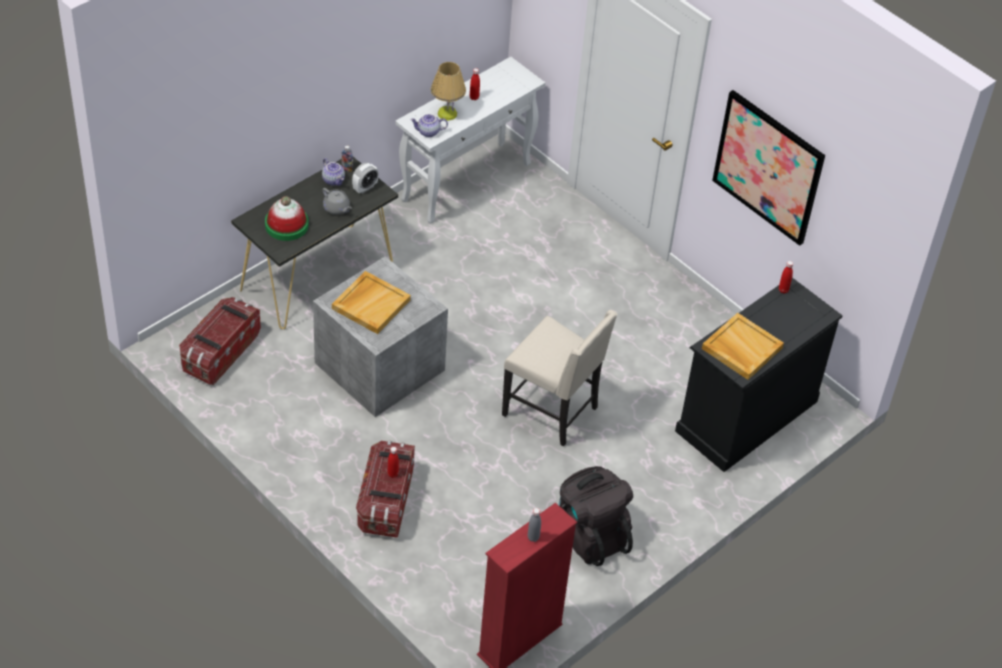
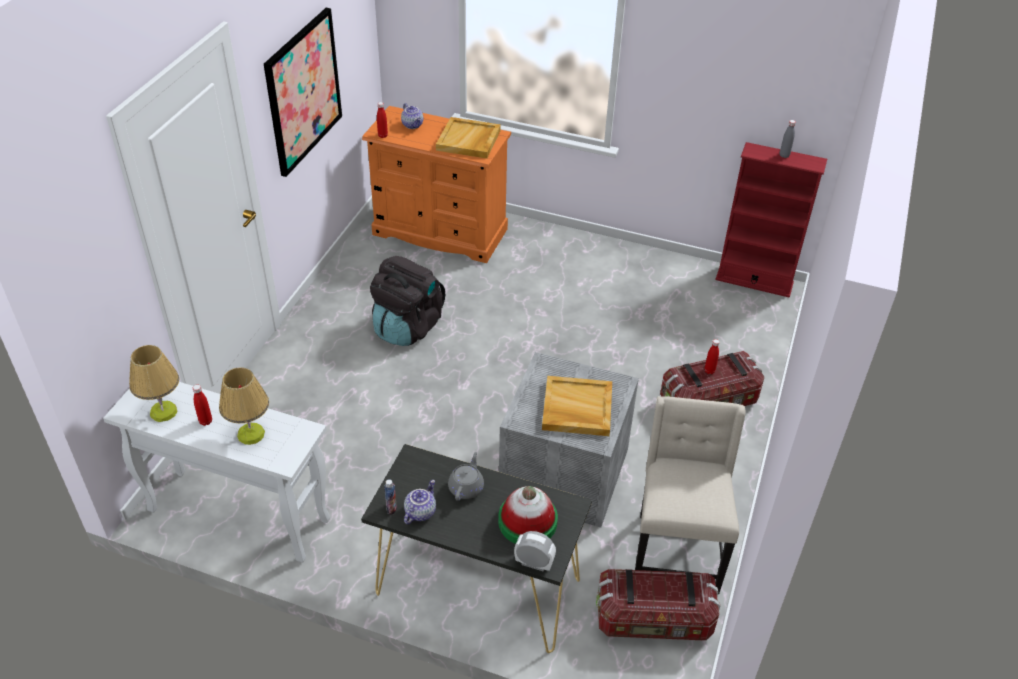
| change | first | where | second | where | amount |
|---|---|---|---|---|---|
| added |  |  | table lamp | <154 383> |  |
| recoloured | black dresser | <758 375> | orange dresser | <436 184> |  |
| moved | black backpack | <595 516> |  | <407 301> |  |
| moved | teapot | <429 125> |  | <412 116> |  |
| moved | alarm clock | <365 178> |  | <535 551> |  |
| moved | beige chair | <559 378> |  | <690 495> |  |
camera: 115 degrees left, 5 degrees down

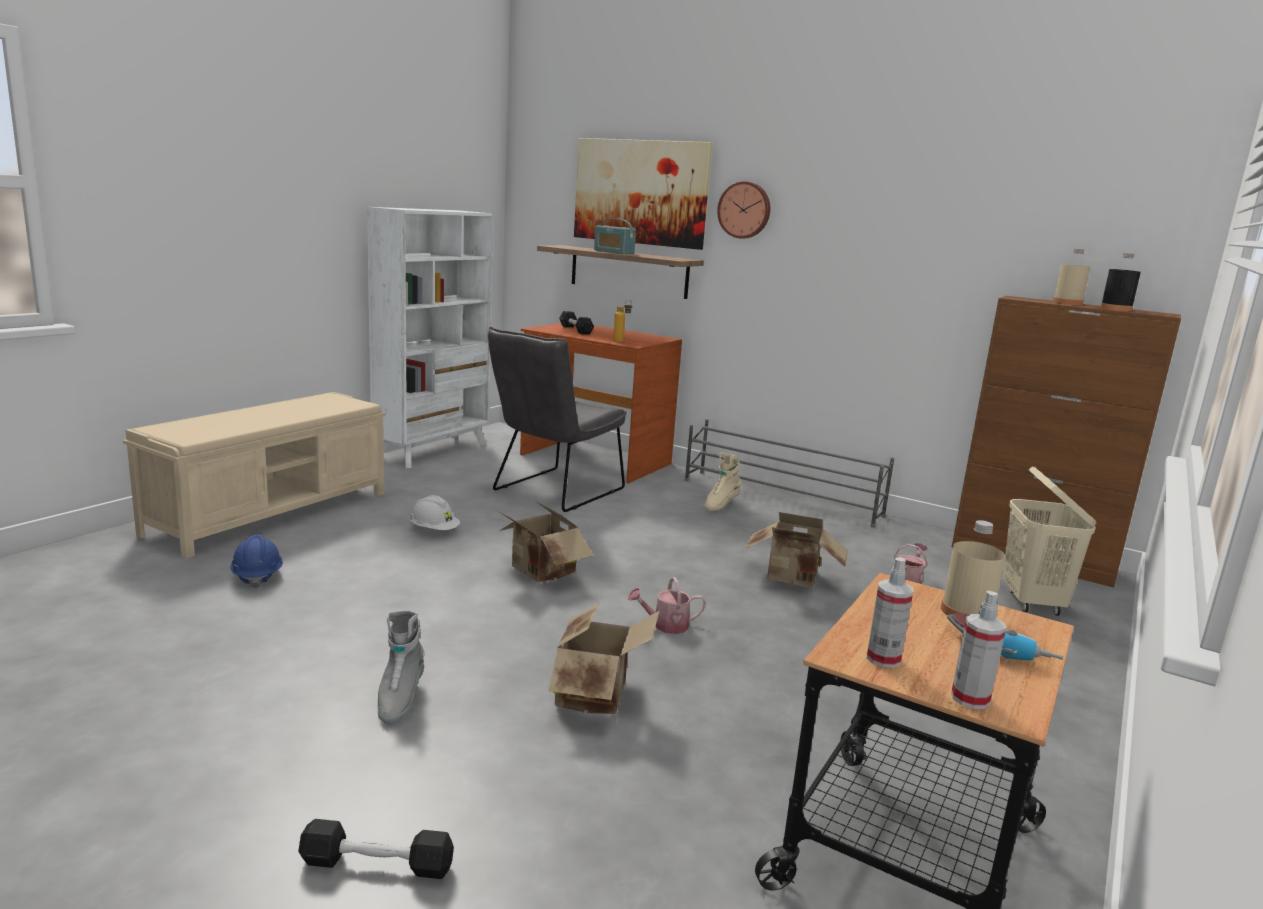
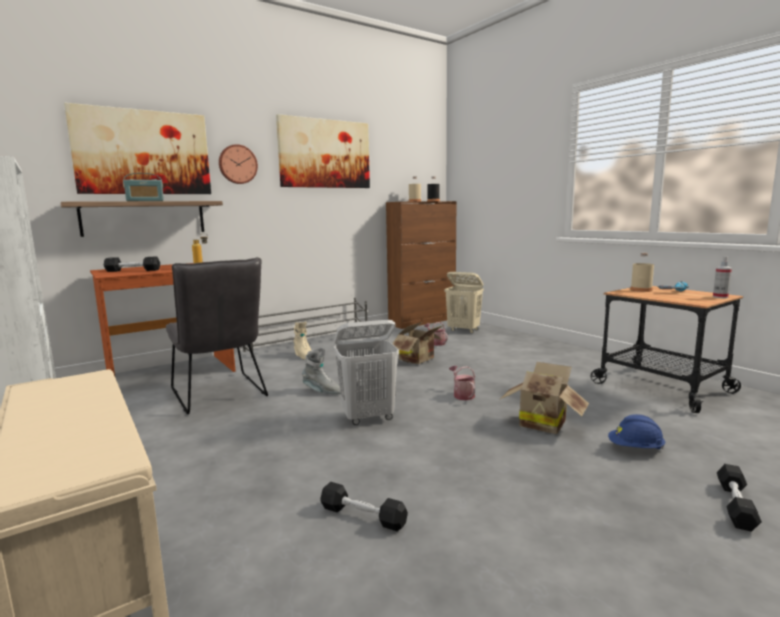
| change | first | where | second | where | amount |
|---|---|---|---|---|---|
| added |  |  | picture | <323 151> |  |
| moved | grey boot | <401 667> |  | <321 371> |  |
| added |  |  | black dumbbell | <364 506> |  |
| replaced | cardboard box | <544 542> | white laundry basket | <366 372> |  |
| turned | watering can | <667 605> |  | <462 383> | 150 degrees clockwise |
| moved | blue hard hat | <257 562> |  | <636 431> |  |
| removed | white hard hat | <434 512> |  |  |  |
| removed | spray bottle | <890 612> |  |  |  |
camera: 65 degrees left, 5 degrees down

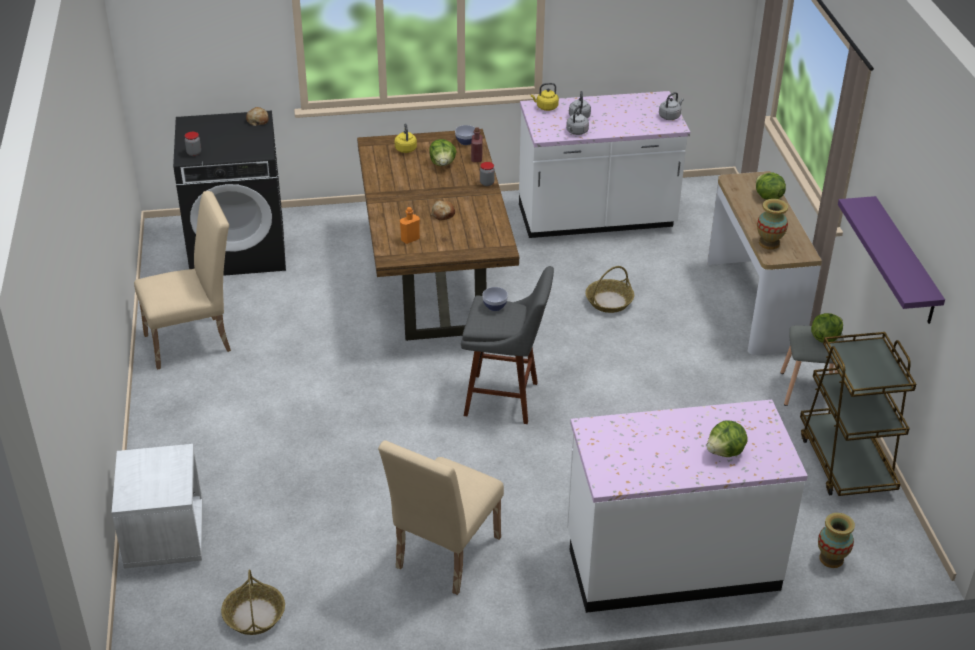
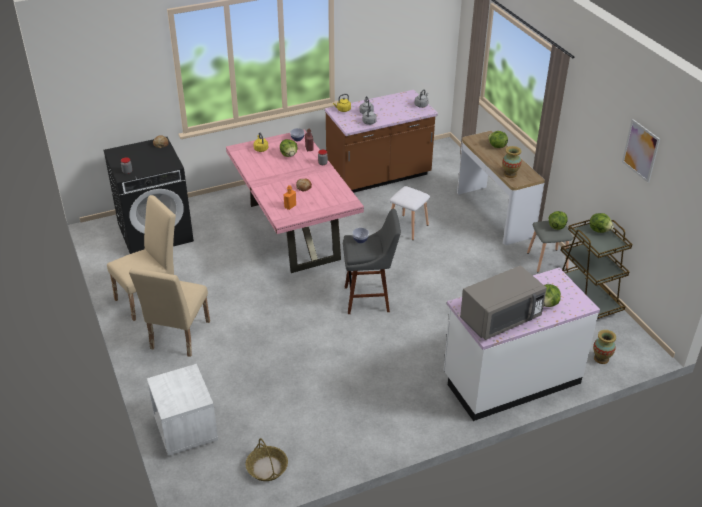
| change | first | where | second | where | amount |
|---|---|---|---|---|---|
| moved | beige chair | <441 518> |  | <169 312> |  |
| recoloured | brown dining table | <438 235> | pink dining table | <295 201> |  |
| recoloured | white counter | <604 164> | brown counter | <381 141> |  |
| replaced | basket | <609 289> | white stool | <409 213> |  |
| added |  |  | grey microwave | <503 303> |  |
| added |  |  | lettuce | <601 223> |  |
| added |  |  | picture | <641 151> |  |
| removed | purple shelf | <891 260> |  |  |  |
camera: 15 degrees left, 0 degrees up

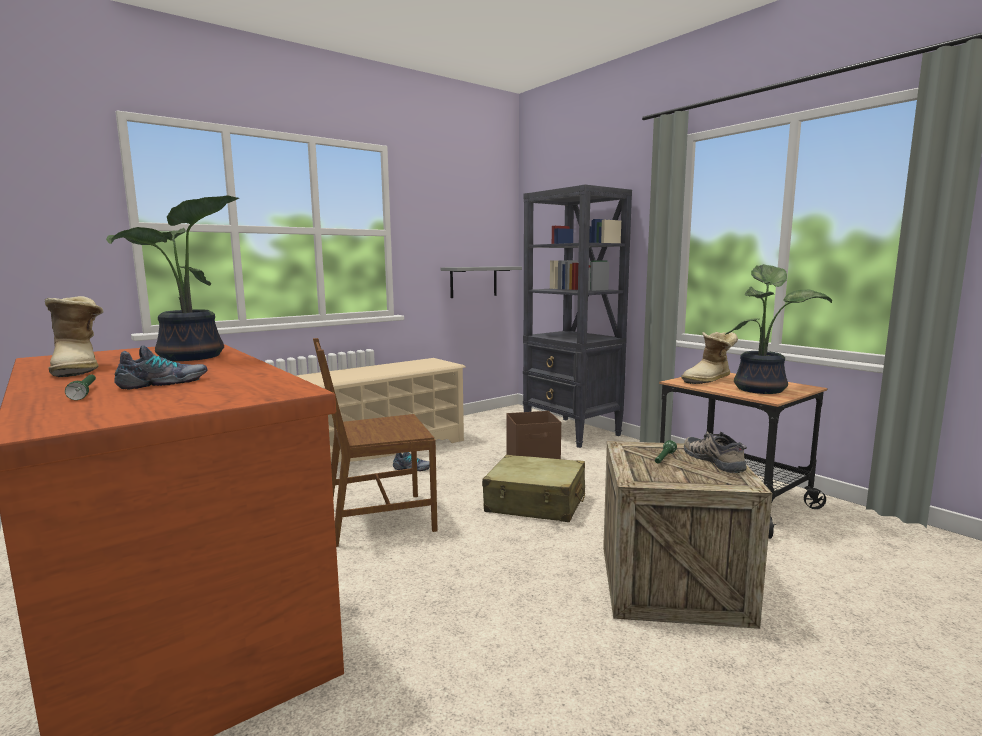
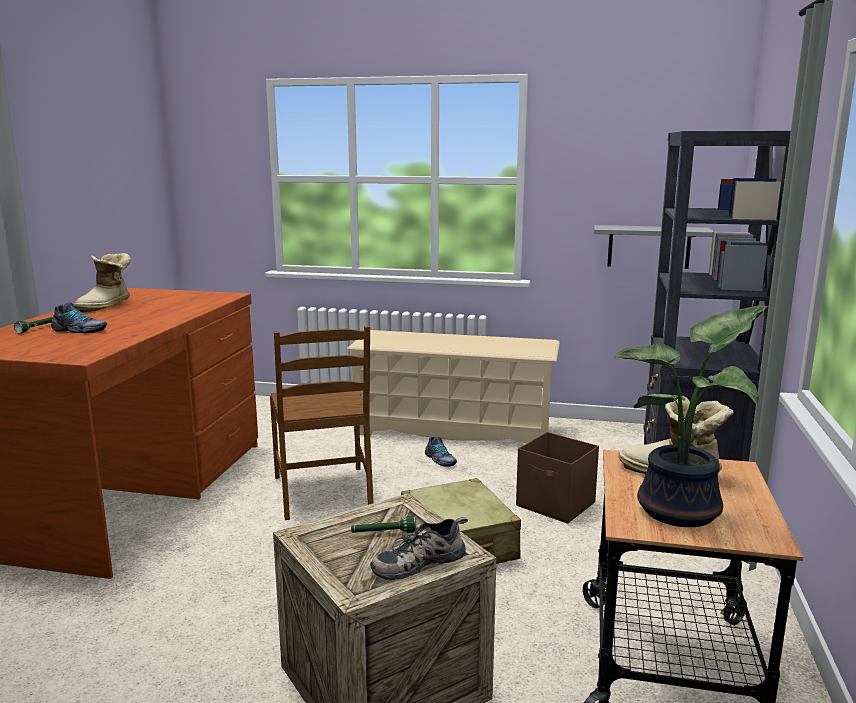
| change | first | where | second | where | amount |
|---|---|---|---|---|---|
| turned | brown chair | <375 442> |  | <322 423> | 135 degrees counterclockwise |
| turned | shoe | <715 452> |  | <419 548> | 150 degrees counterclockwise |
| removed | potted plant | <172 278> |  |  |  |
camera: 50 degrees right, 5 degrees up

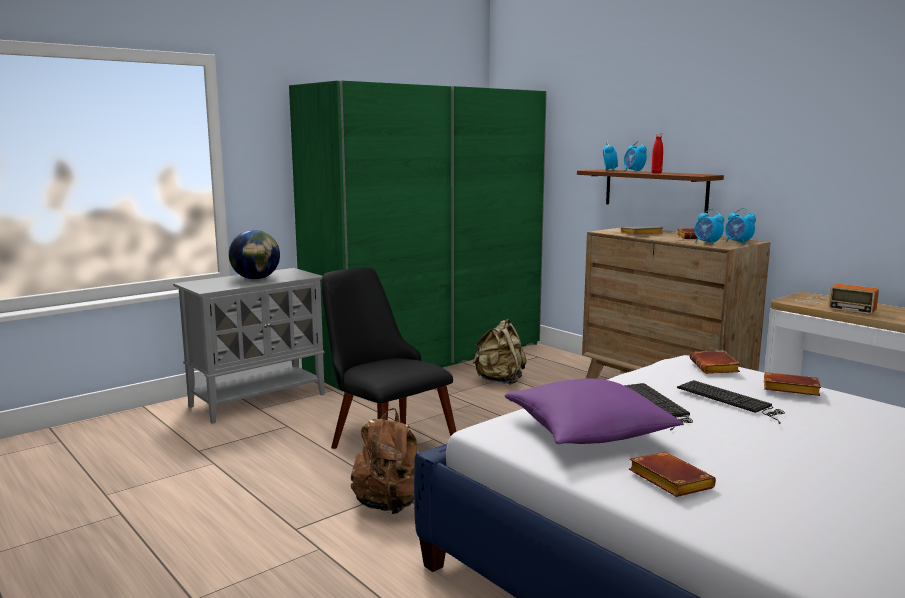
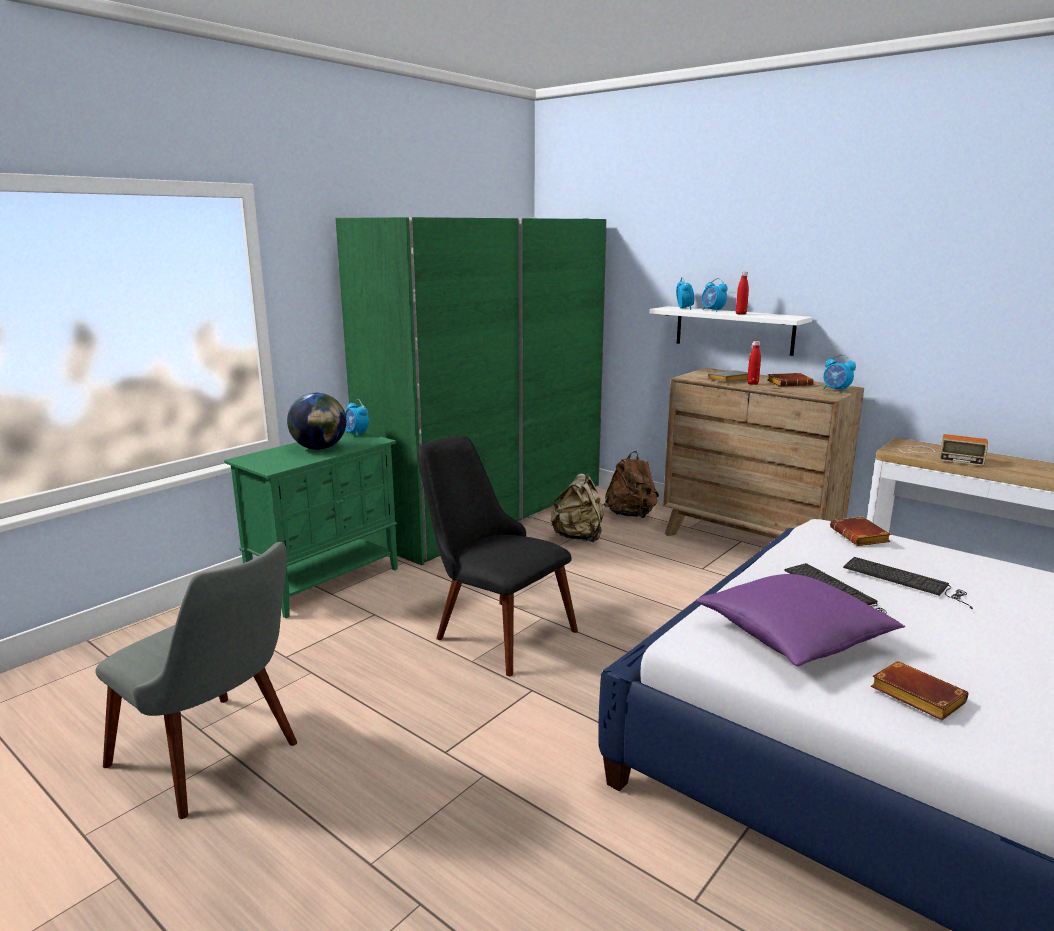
| change | first | where | second | where | amount |
|---|---|---|---|---|---|
| added |  |  | grey chair | <196 680> |  |
| recoloured | grey cabinet | <249 346> | green cabinet | <311 524> |  |
| moved | alarm clock | <709 226> |  | <357 418> |  |
| moved | brown backpack | <384 461> |  | <631 484> |  |
| recoloured | brown shelf | <650 191> | white shelf | <731 331> |  |
| added |  |  | red bottle | <754 363> |  |
| removed | brown book | <792 384> |  |  |  |
camera: 10 degrees left, 5 degrees up

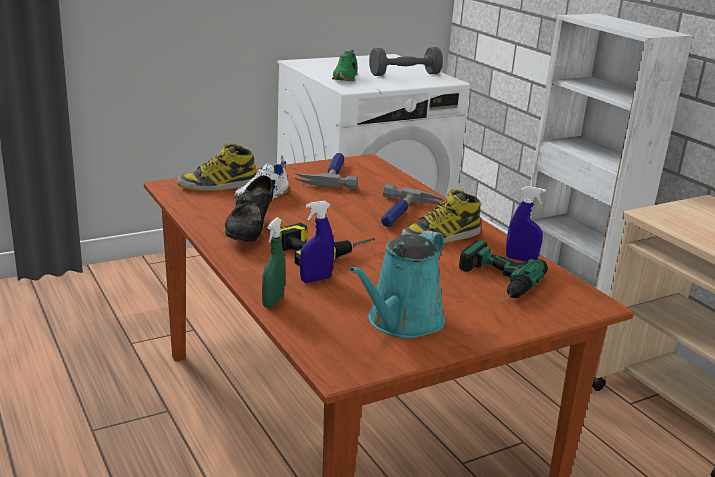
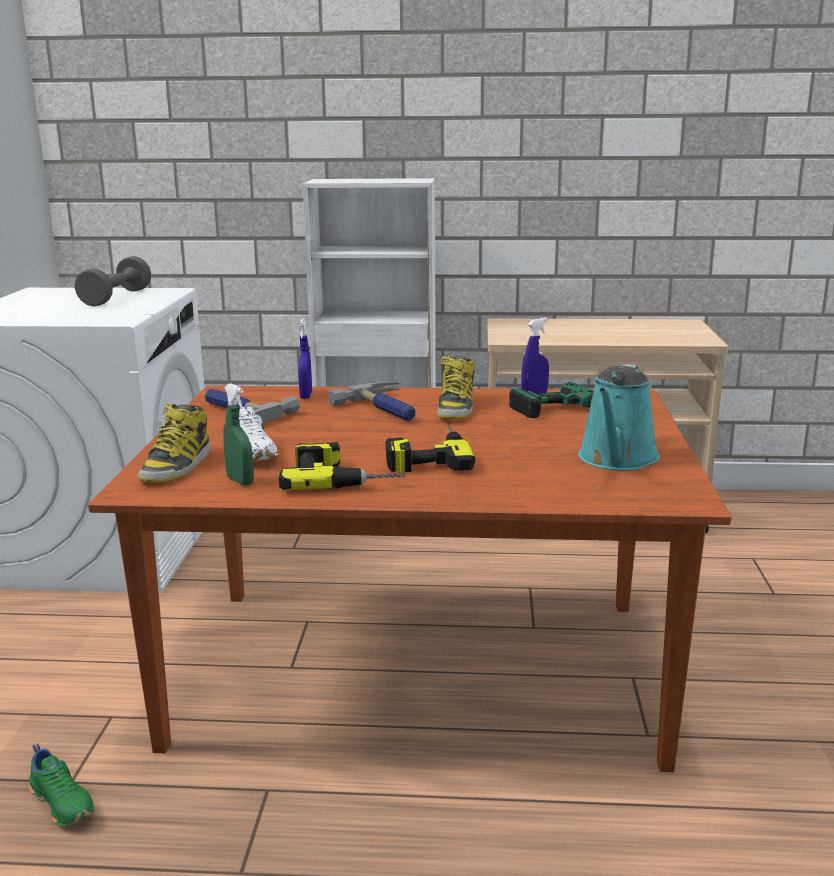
| change | first | where | second | where | amount |
|---|---|---|---|---|---|
| moved | green shoe | <345 65> |  | <62 785> |  |
| moved | green spray bottle | <273 262> |  | <238 434> |  |
| replaced | black shoe | <249 208> | power drill | <342 466> |  |
| moved | blue spray bottle | <317 242> |  | <305 359> |  |
| turned | turquoise watering can | <397 284> |  | <619 417> | 45 degrees clockwise |
camera: 55 degrees left, 5 degrees down

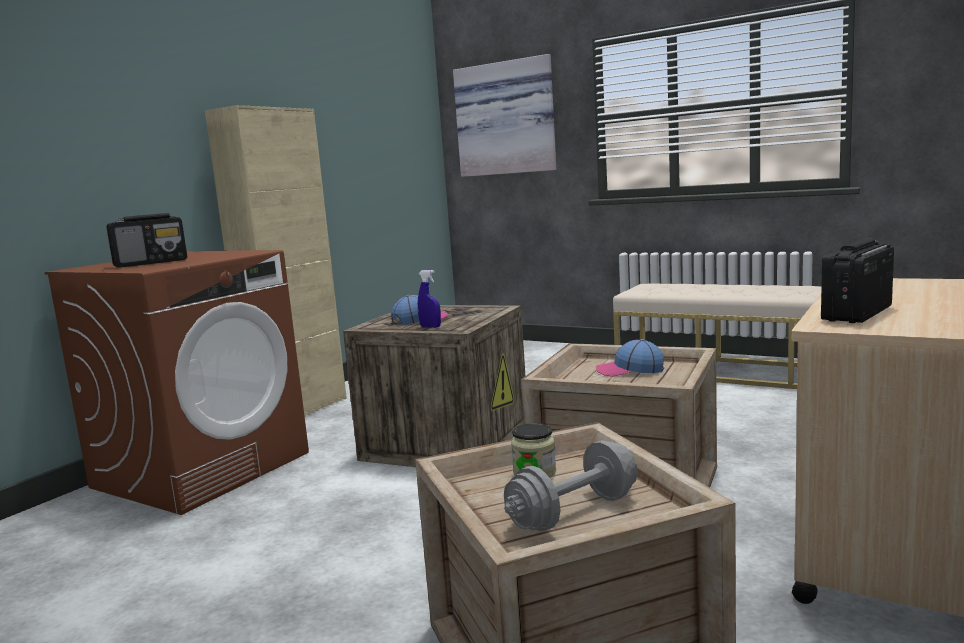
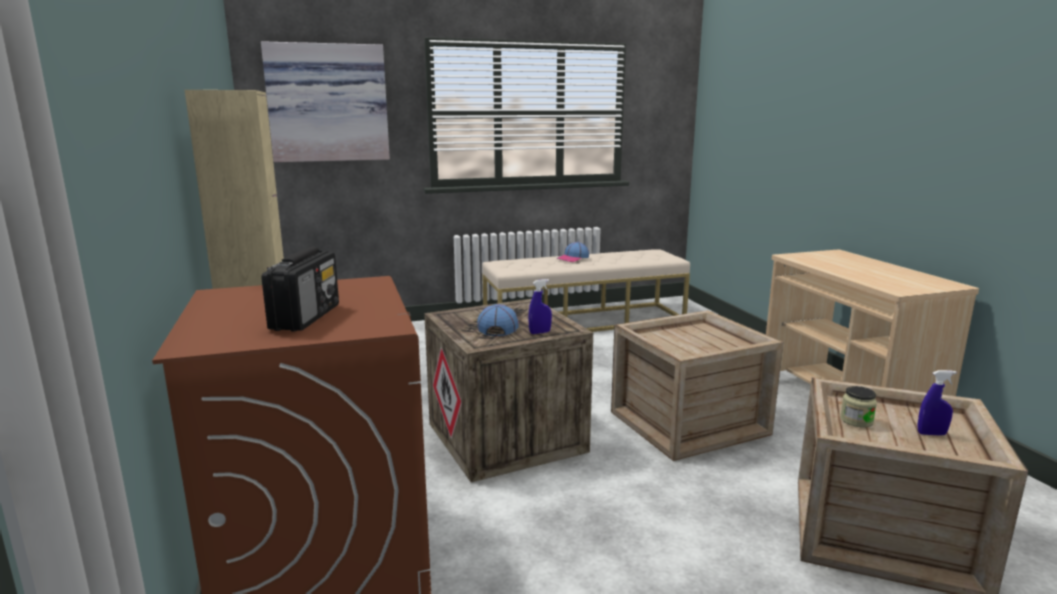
| change | first | where | second | where | amount |
|---|---|---|---|---|---|
| moved | cap | <630 358> |  | <573 252> |  |
| replaced | grey dumbbell | <571 485> | blue spray bottle | <937 403> |  |
| removed | radio | <857 280> |  |  |  |
camera: 50 degrees left, 5 degrees up

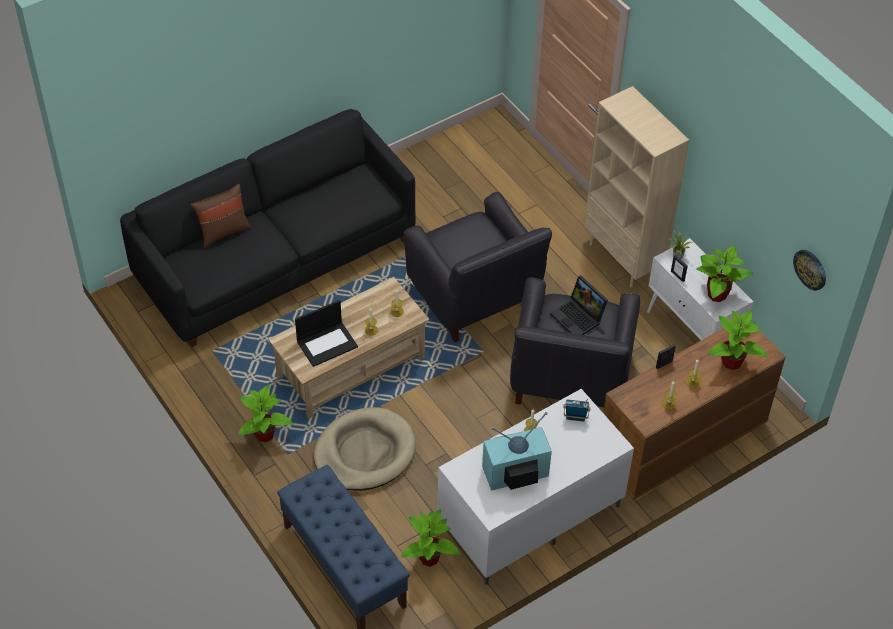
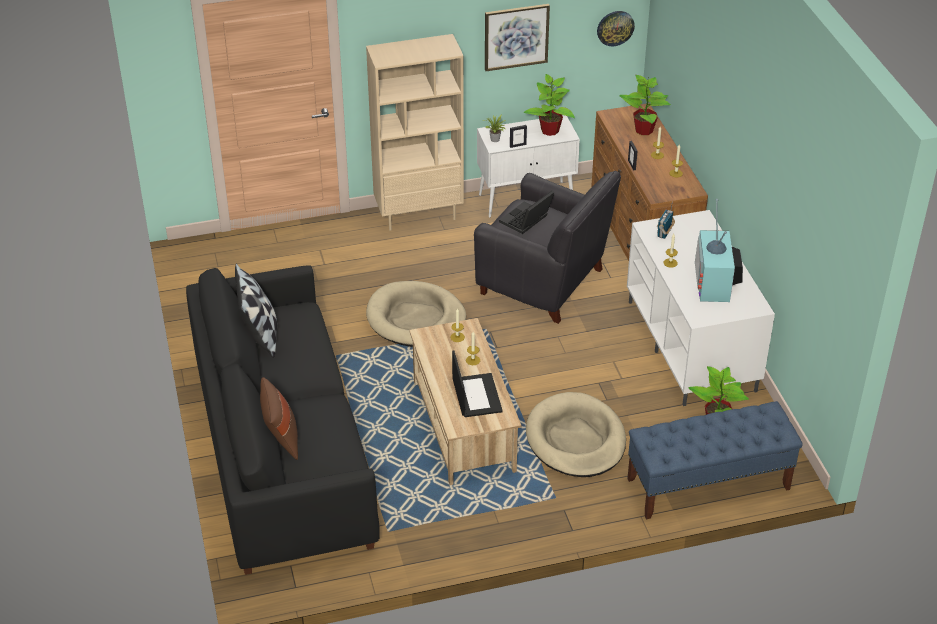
| change | first | where | second | where | amount |
|---|---|---|---|---|---|
| added |  |  | pillow | <256 310> |  |
| replaced | black armchair | <478 267> | beige dog bed | <416 314> |  |
| added |  |  | picture | <517 37> |  |
| turned | laptop | <579 305> |  | <526 212> | 150 degrees clockwise |
| removed | potted plant | <265 413> |  |  |  |
camera: 70 degrees left, 10 degrees down

